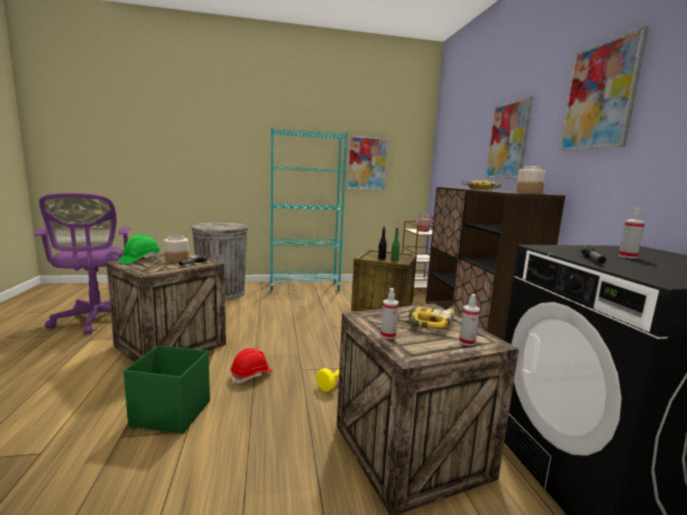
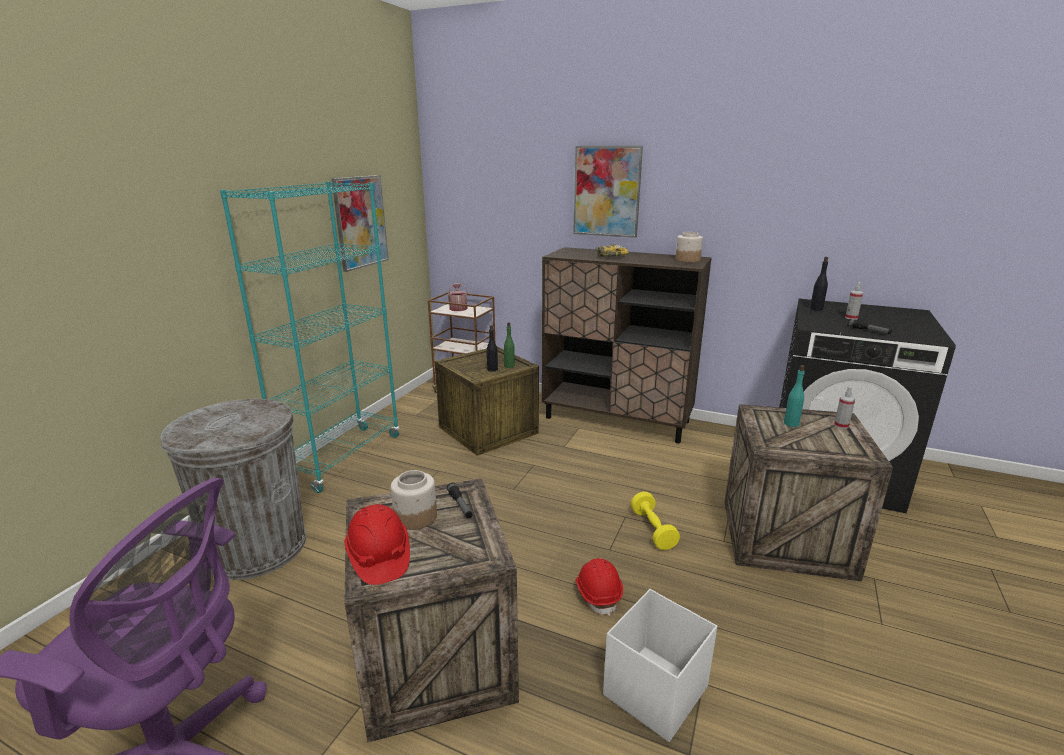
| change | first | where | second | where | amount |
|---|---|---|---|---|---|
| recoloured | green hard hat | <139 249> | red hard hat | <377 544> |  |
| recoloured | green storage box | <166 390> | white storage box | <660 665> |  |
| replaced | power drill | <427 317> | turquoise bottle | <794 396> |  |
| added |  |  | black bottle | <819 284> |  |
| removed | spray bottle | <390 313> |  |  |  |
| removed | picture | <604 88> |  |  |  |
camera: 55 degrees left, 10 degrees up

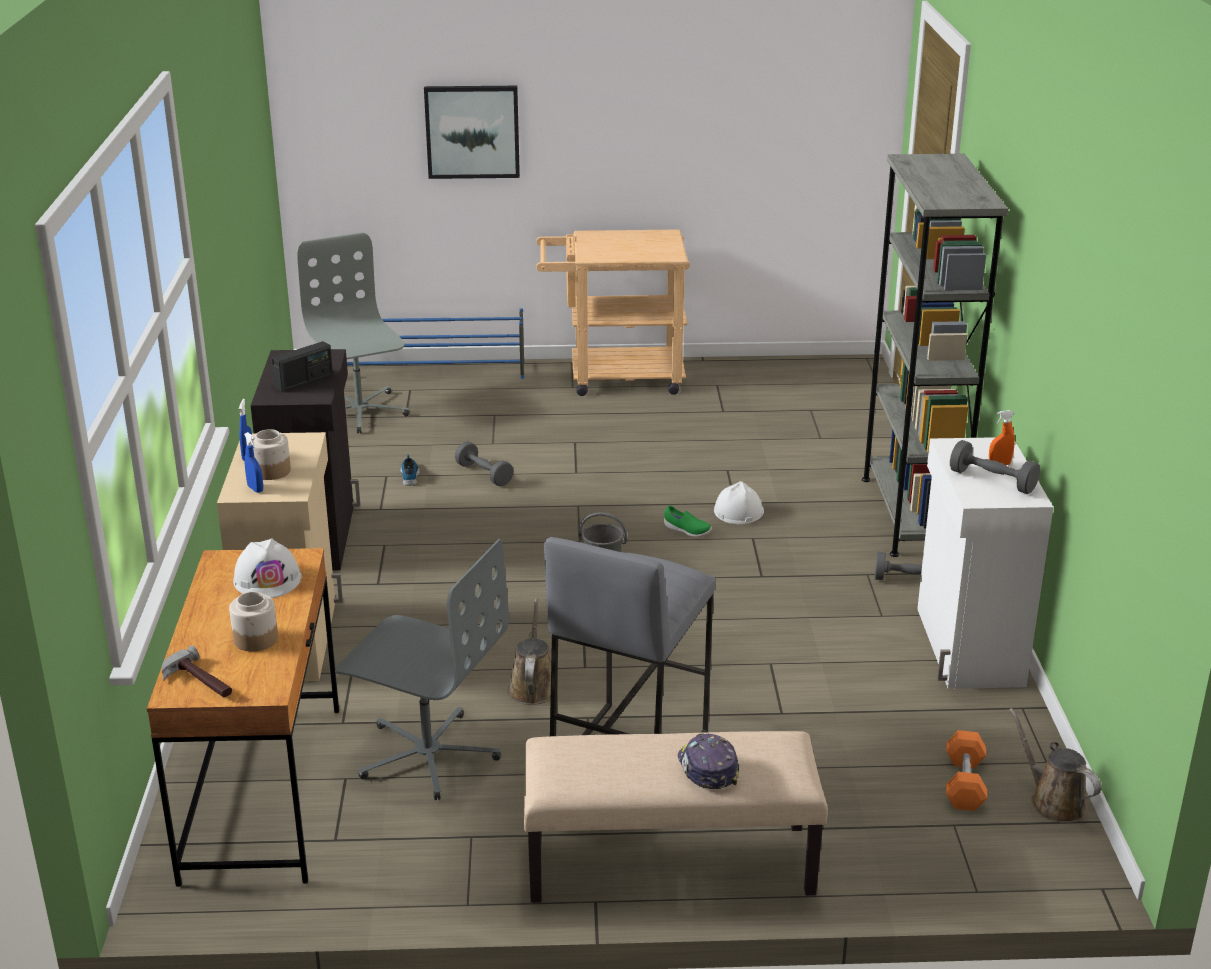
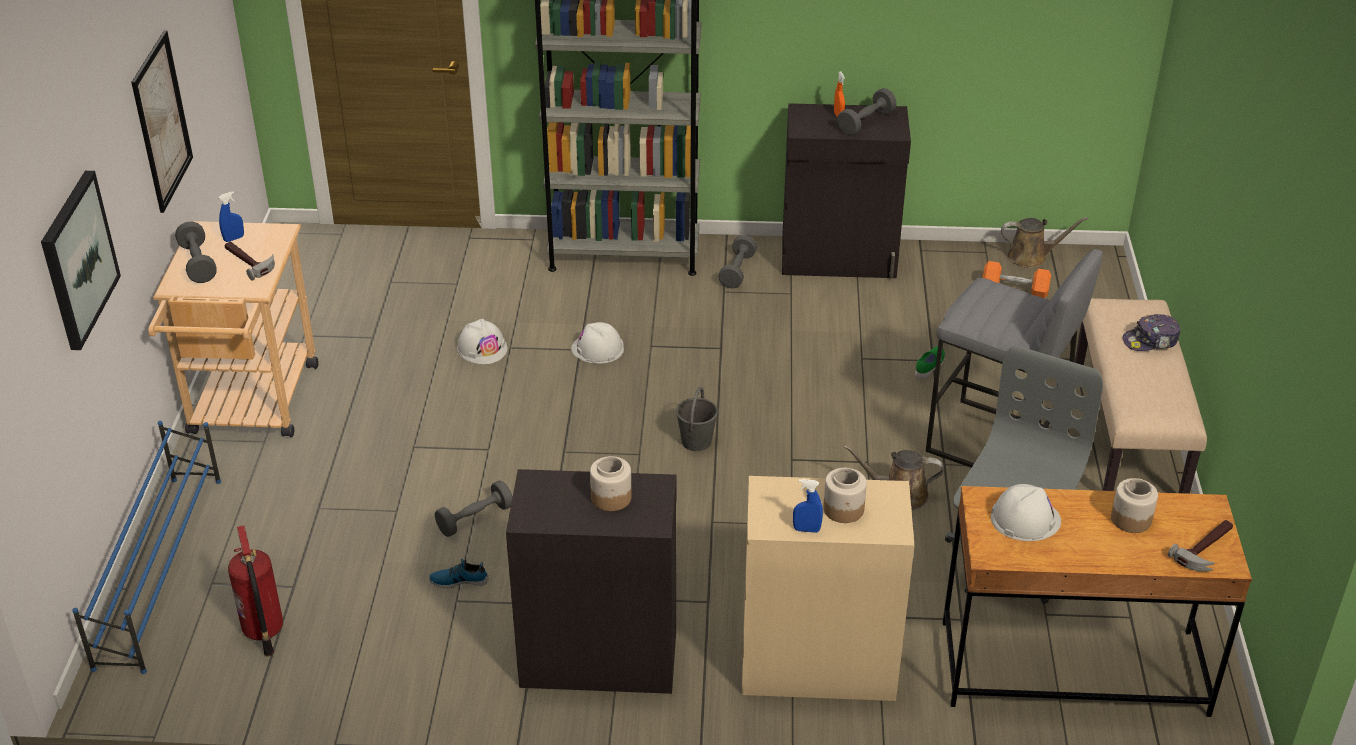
| change | first | where | second | where | amount |
|---|---|---|---|---|---|
| added |  |  | picture | <162 121> |  |
| added |  |  | grey dumbbell | <196 252> |  |
| moved | blue spray bottle | <253 462> |  | <231 216> |  |
| added |  |  | hammer | <250 261> |  |
| replaced | grey office chair | <353 332> | fire extinguisher | <255 590> |  |
| added |  |  | white hard hat | <482 341> |  |
| replaced | radio | <302 366> | jar | <611 483> |  |
| recoloured | white cabinet | <985 563> | black cabinet | <846 191> |  |
| moved | green shoe | <688 521> |  | <930 362> |  |
| turned | brown watering can | <1055 765> |  | <1044 242> | 150 degrees counterclockwise |
camera: 85 degrees left, 10 degrees up

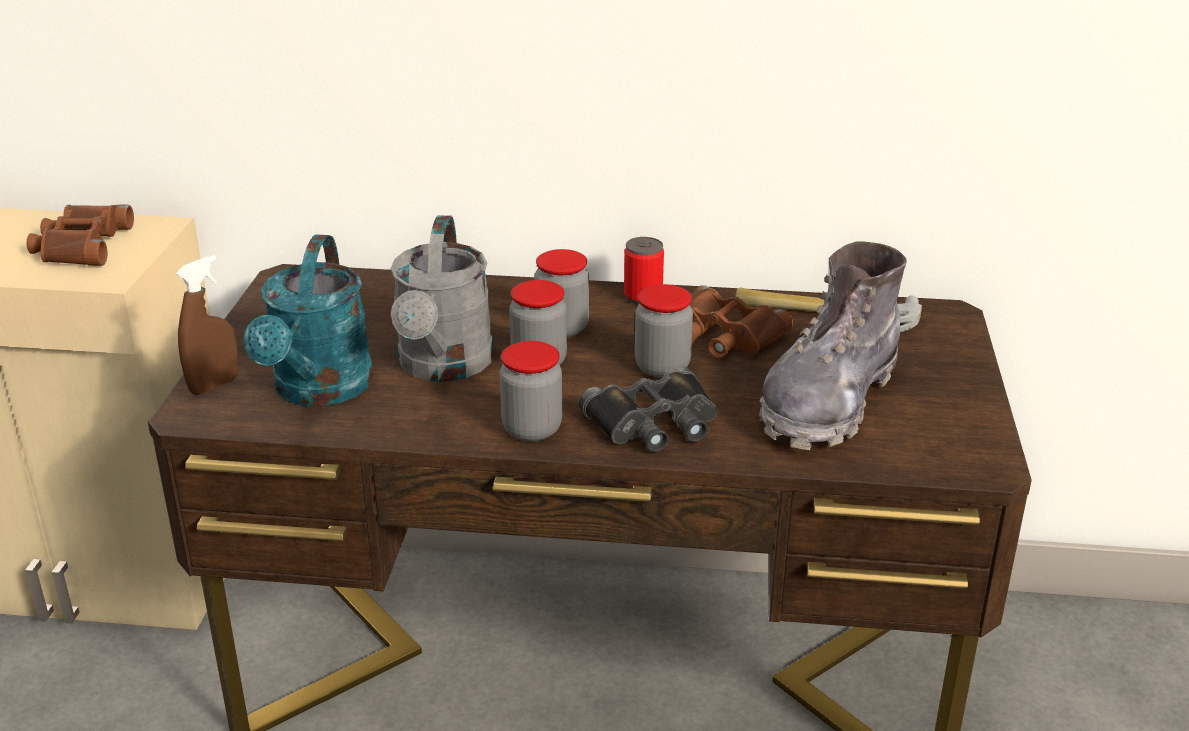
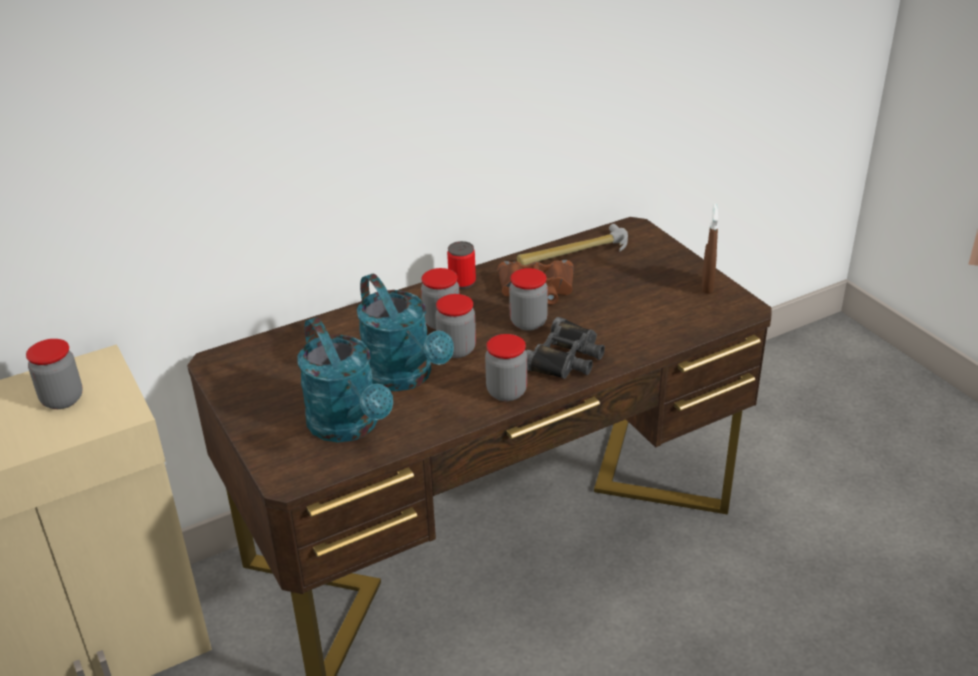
| change | first | where | second | where | amount |
|---|---|---|---|---|---|
| replaced | brown binoculars | <80 235> | jar | <54 374> |  |
| recoloured | grey watering can | <442 298> | turquoise watering can | <405 332> |  |
| moved | brown spray bottle | <207 325> |  | <710 249> |  |
| removed | grey boot | <833 345> |  |  |  |
camera: 35 degrees left, 5 degrees up

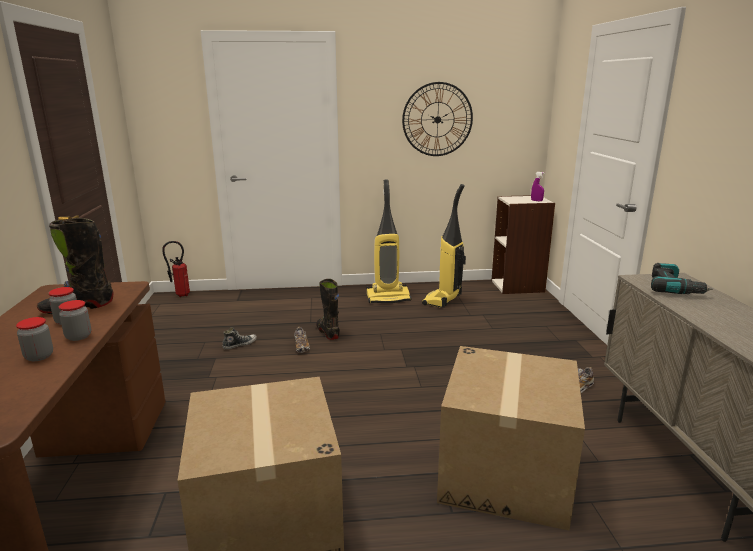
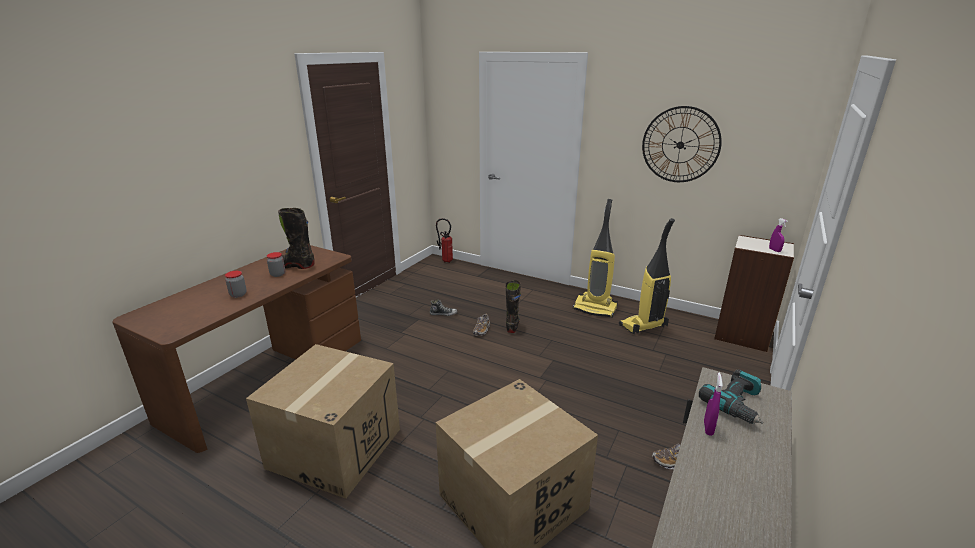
| change | first | where | second | where | amount |
|---|---|---|---|---|---|
| added |  |  | purple spray bottle | <713 404> |  |
| removed | jar | <75 320> |  |  |  |
camera: 35 degrees right, 5 degrees up

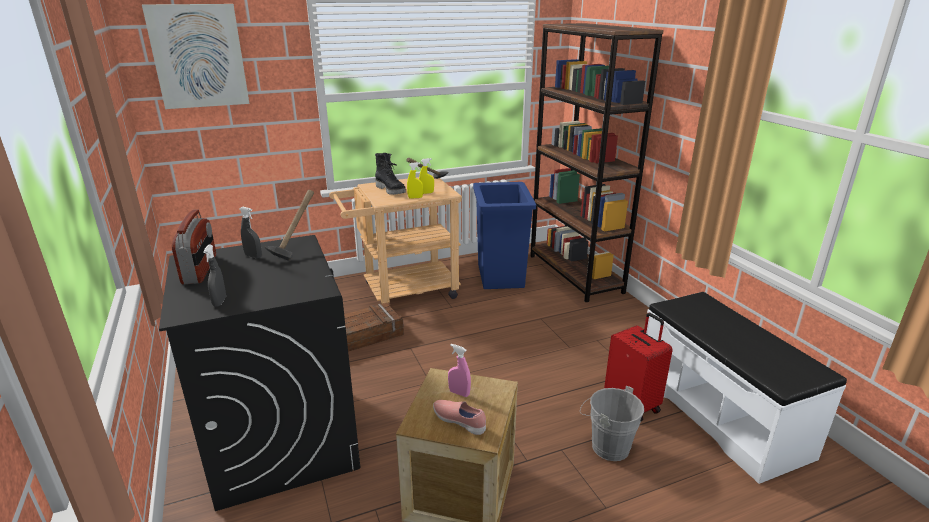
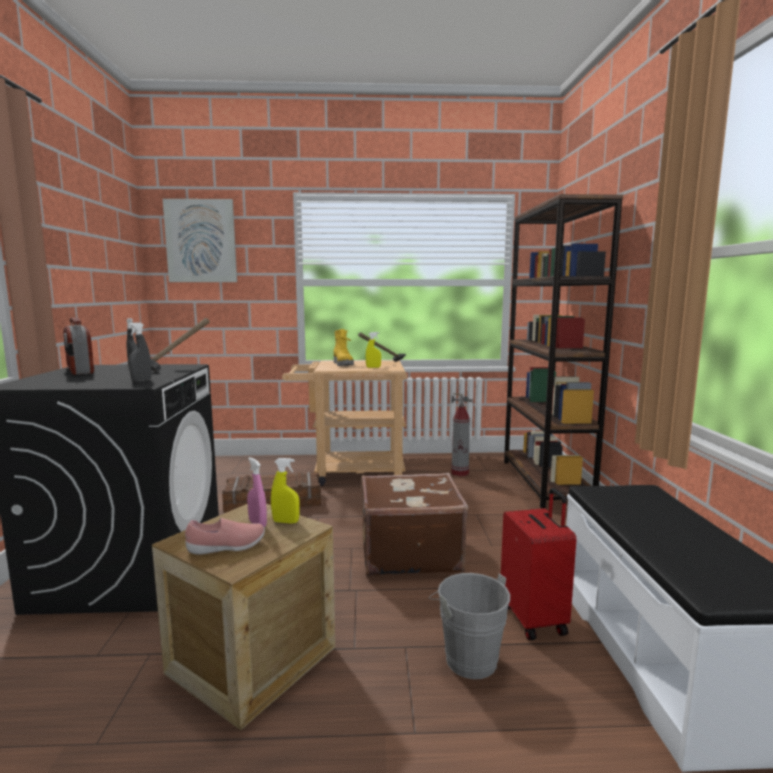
| change | first | where | second | where | amount |
|---|---|---|---|---|---|
| turned | radio | <194 246> |  | <78 346> | 135 degrees clockwise |
| moved | grey spray bottle | <214 275> |  | <140 352> |  |
| turned | pink shoe | <459 417> |  | <225 536> | 105 degrees clockwise |
| moved | yellow spray bottle | <415 180> |  | <285 491> |  |
| recoloured | black boot | <390 174> | yellow boot | <343 347> |  |
| added |  |  | brown suitcase | <414 524> |  |
| replaced | blue trash can | <504 235> | fire extinguisher | <462 434> |  |
camera: 20 degrees right, 15 degrees down

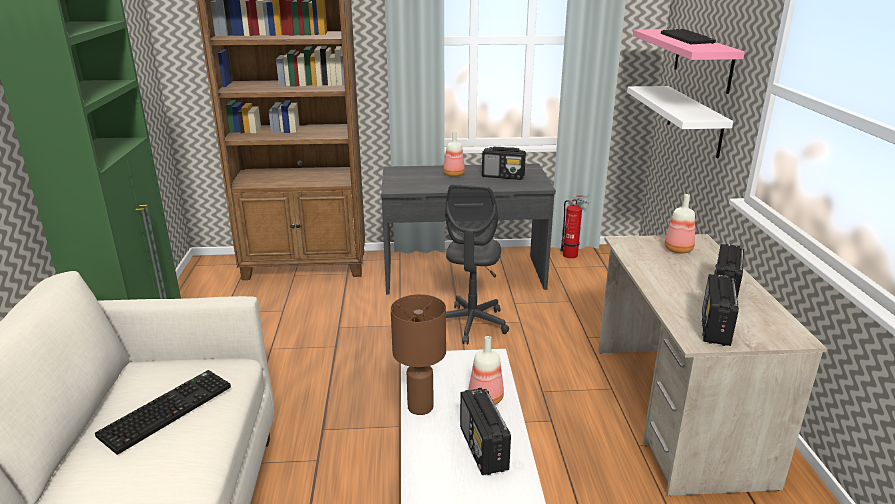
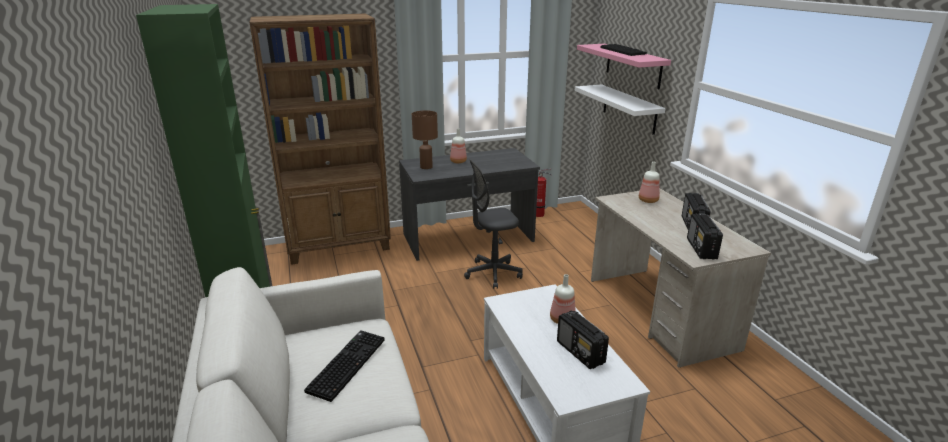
| change | first | where | second | where | amount |
|---|---|---|---|---|---|
| moved | brown table lamp | <418 354> |  | <425 139> |  |
| turned | grey office chair | <477 264> |  | <493 224> | 75 degrees clockwise |
| removed | radio | <504 163> |  |  |  |
camera: 15 degrees left, 0 degrees up

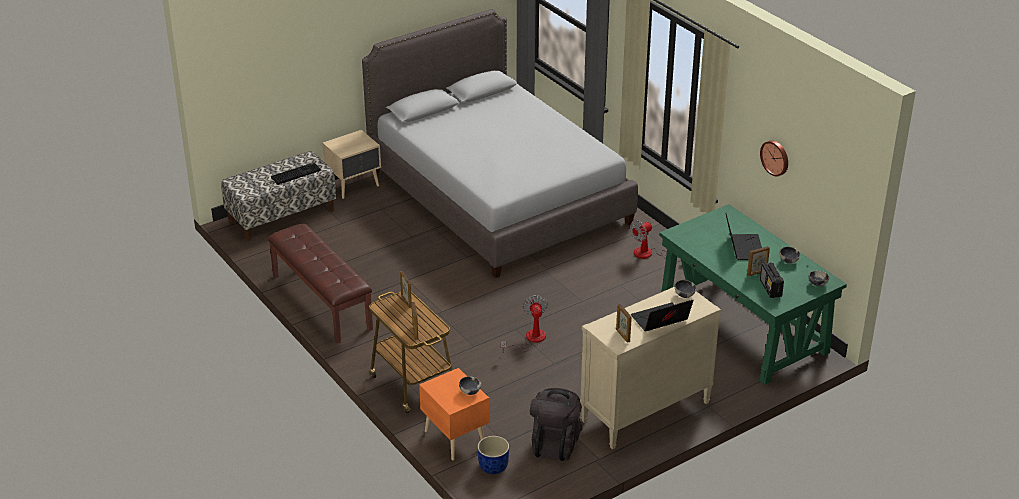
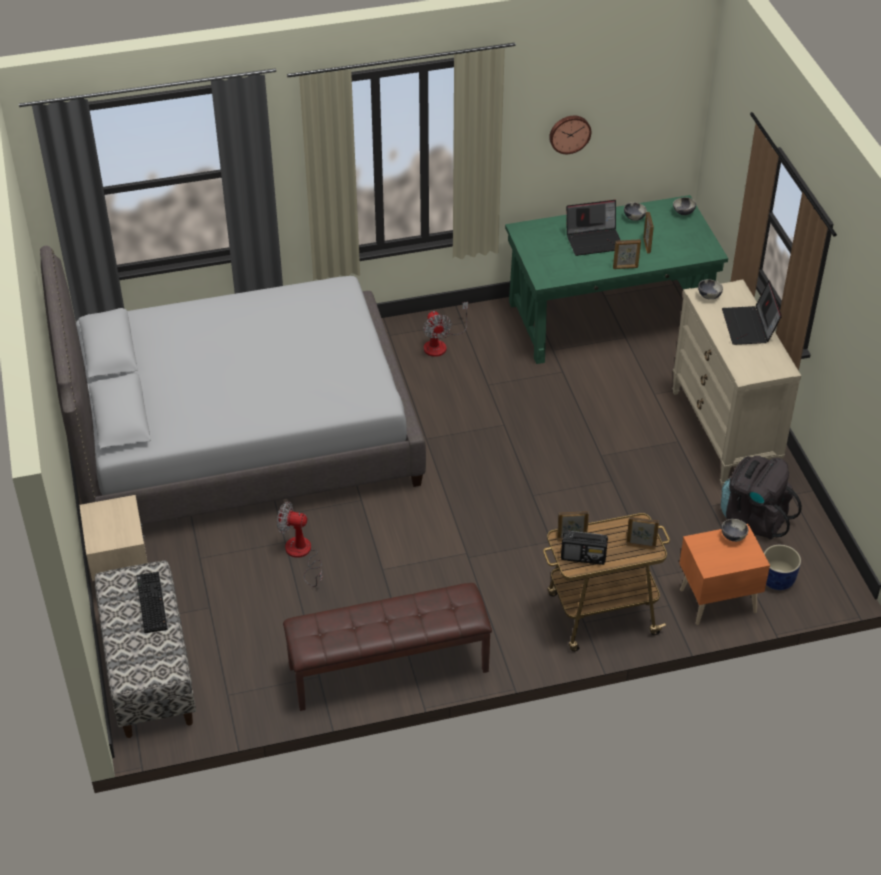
| change | first | where | second | where | amount |
|---|---|---|---|---|---|
| moved | fan | <524 324> |  | <300 544> |  |
| moved | radio | <772 280> |  | <584 547> |  |
| turned | laptop | <743 236> |  | <593 228> | 150 degrees clockwise |
| moved | picture frame | <624 323> |  | <627 254> |  |
camera: 70 degrees left, 10 degrees up

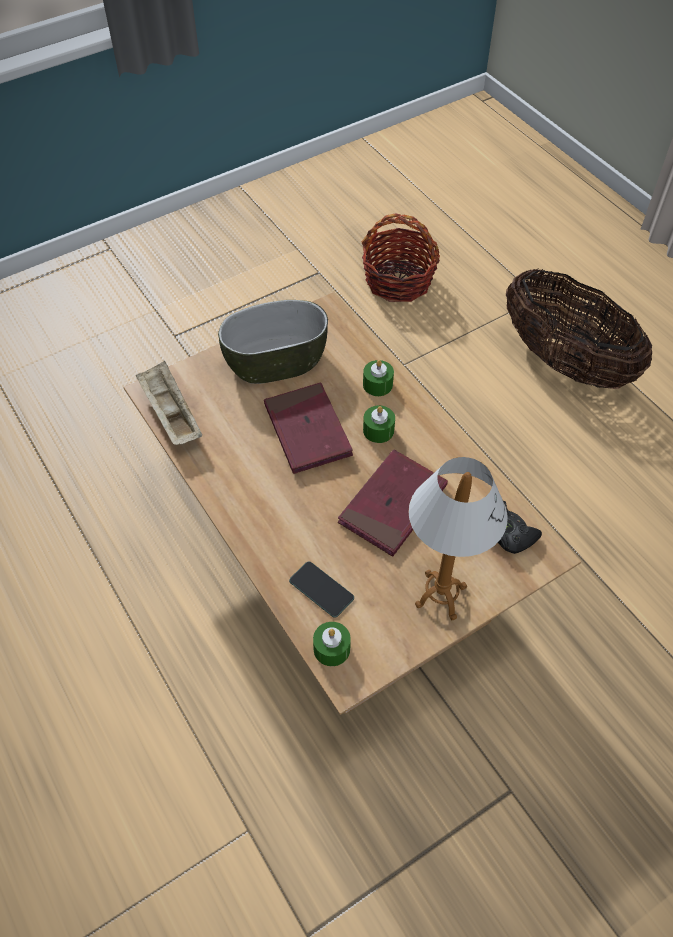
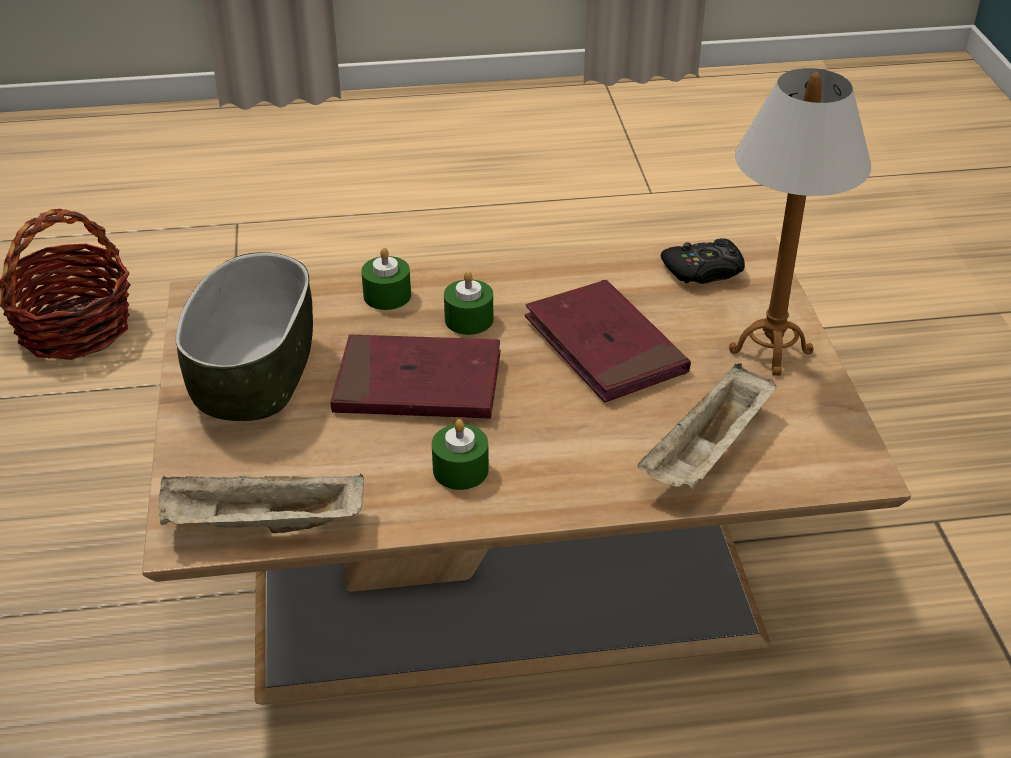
| change | first | where | second | where | amount |
|---|---|---|---|---|---|
| moved | green candle | <332 644> |  | <460 454> |  |
| replaced | phone | <321 589> | beige tray | <707 426> |  |
| removed | basket | <579 329> |  |  |  |
camera: 65 degrees left, 15 degrees down

